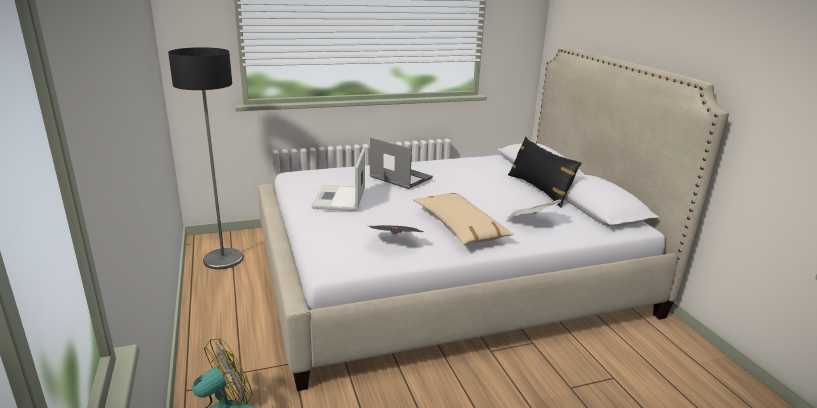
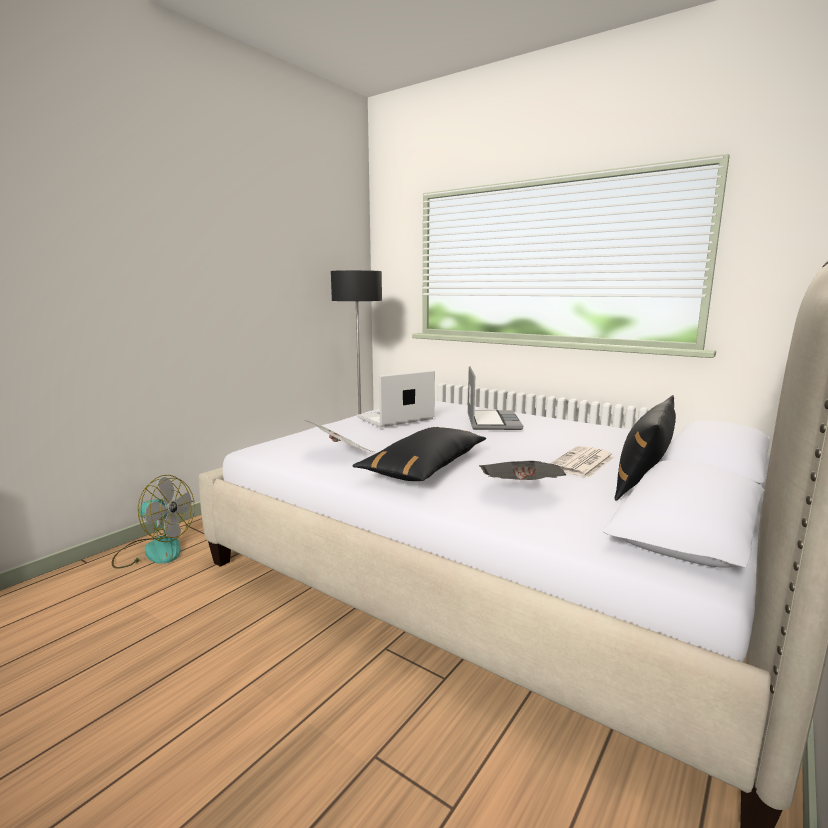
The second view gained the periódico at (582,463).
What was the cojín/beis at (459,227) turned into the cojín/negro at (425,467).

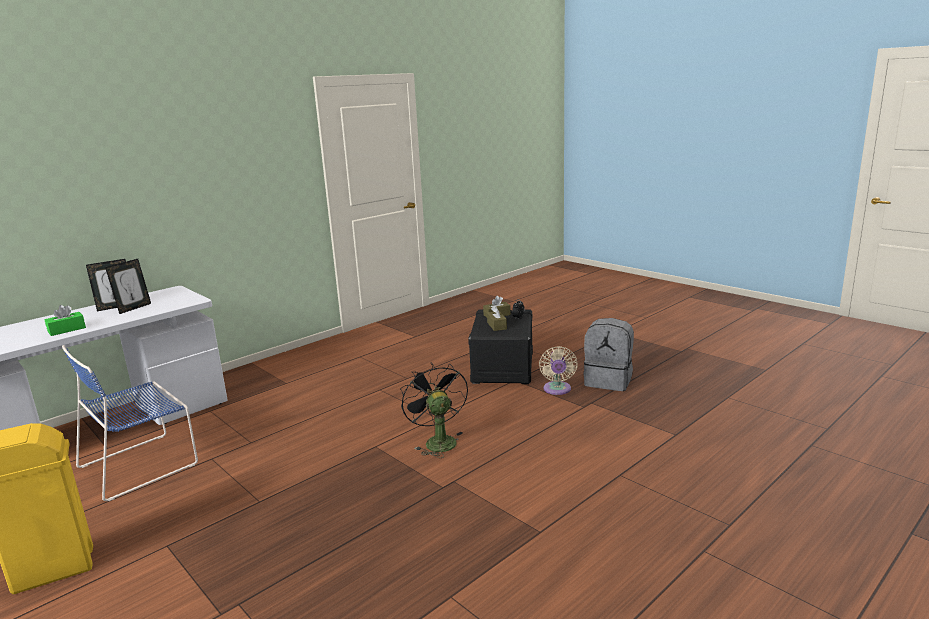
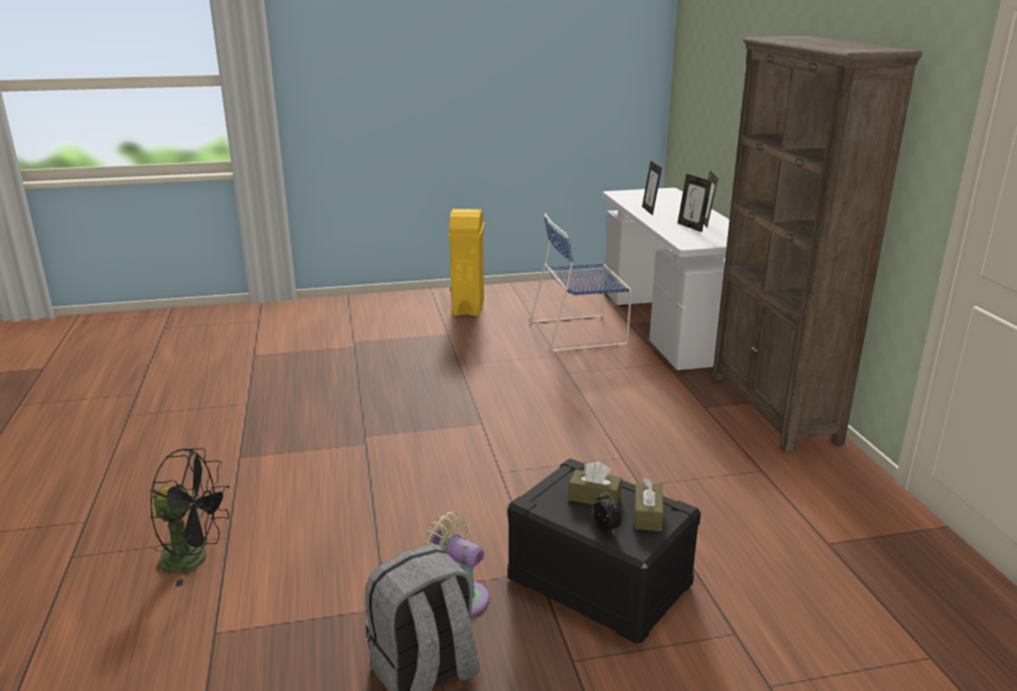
The second view gained the estantería/marrón at (773,409).
The ventilador/negro ended up elsewhere, having gone from (437,441) to (194,559).
Where the caja de pañuelos/verde stood at (67,330), the portarretratos came to stand at (650,210).
The silla/azul at (142,464) ended up facing another way, 90 degrees counterclockwise from before.

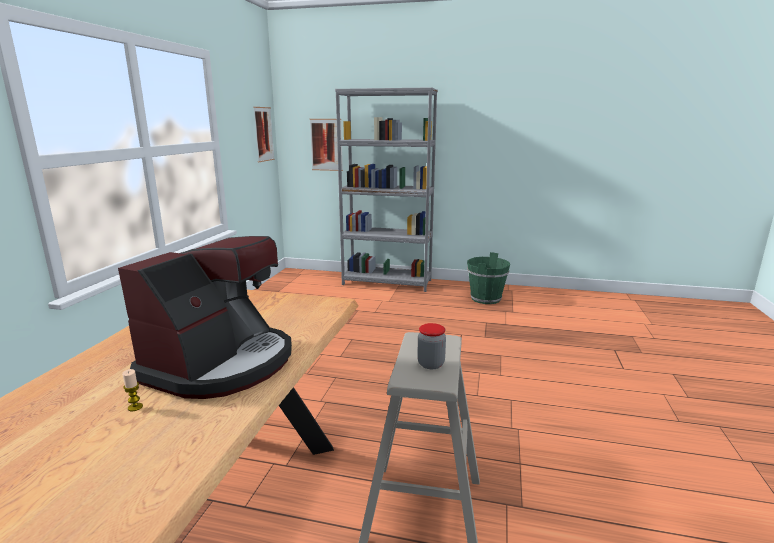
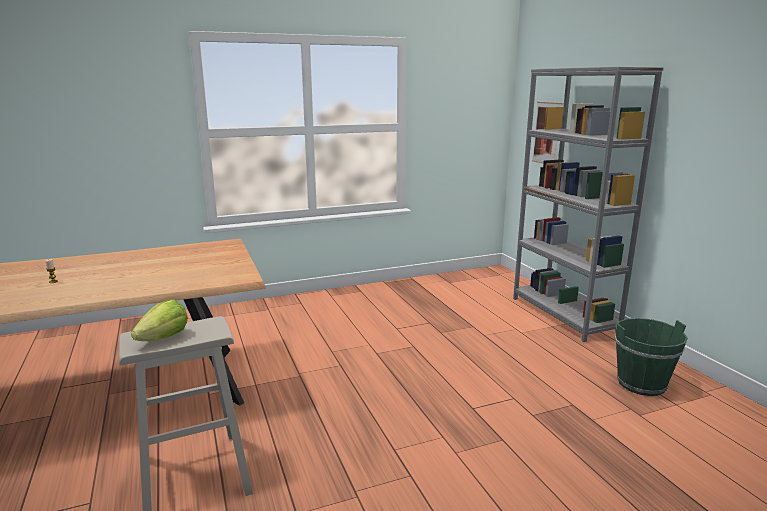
The second view lost the cafetera at (221,364).
The second view lost the cuadro at (263,134).
Where the tarro stood at (431,364), the lechuga came to stand at (164,338).

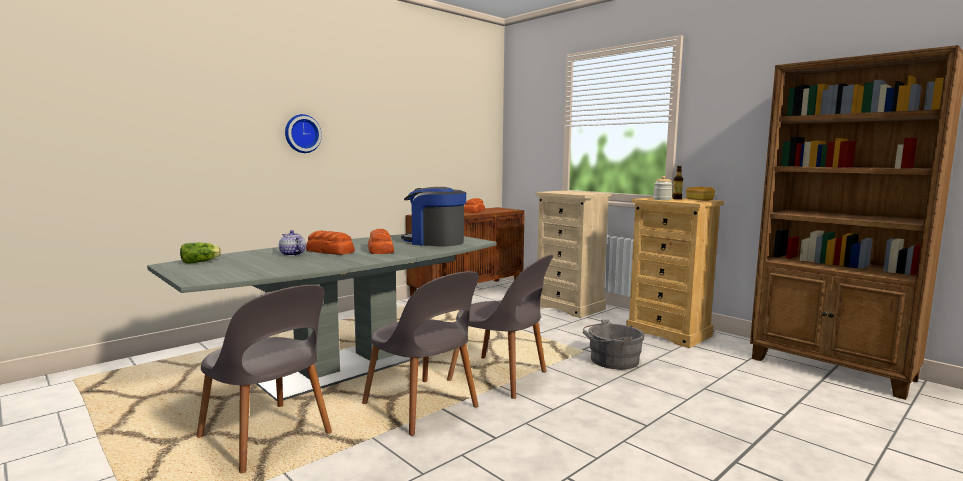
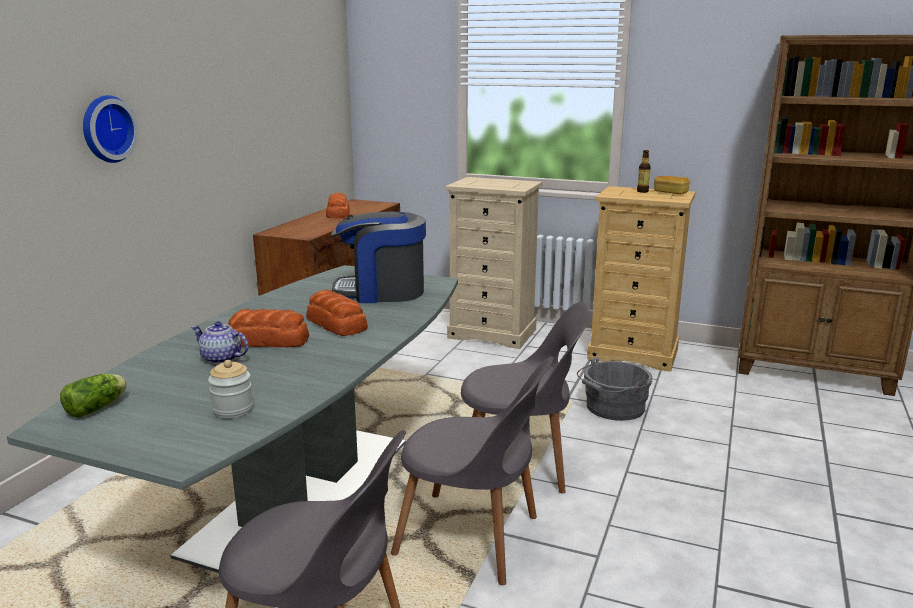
The tarro ended up elsewhere, having gone from (662,199) to (233,410).

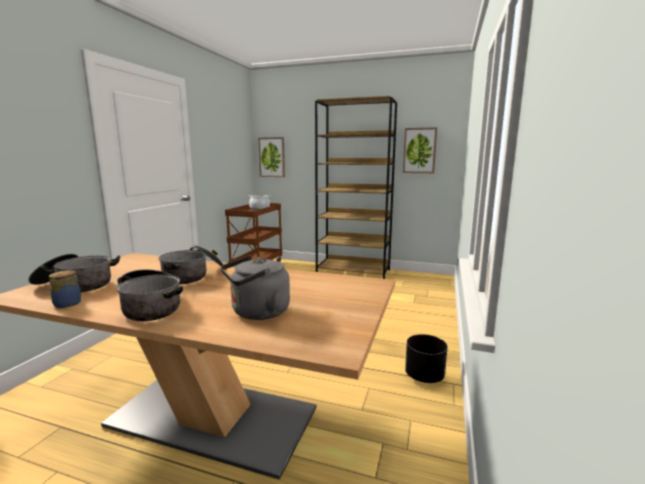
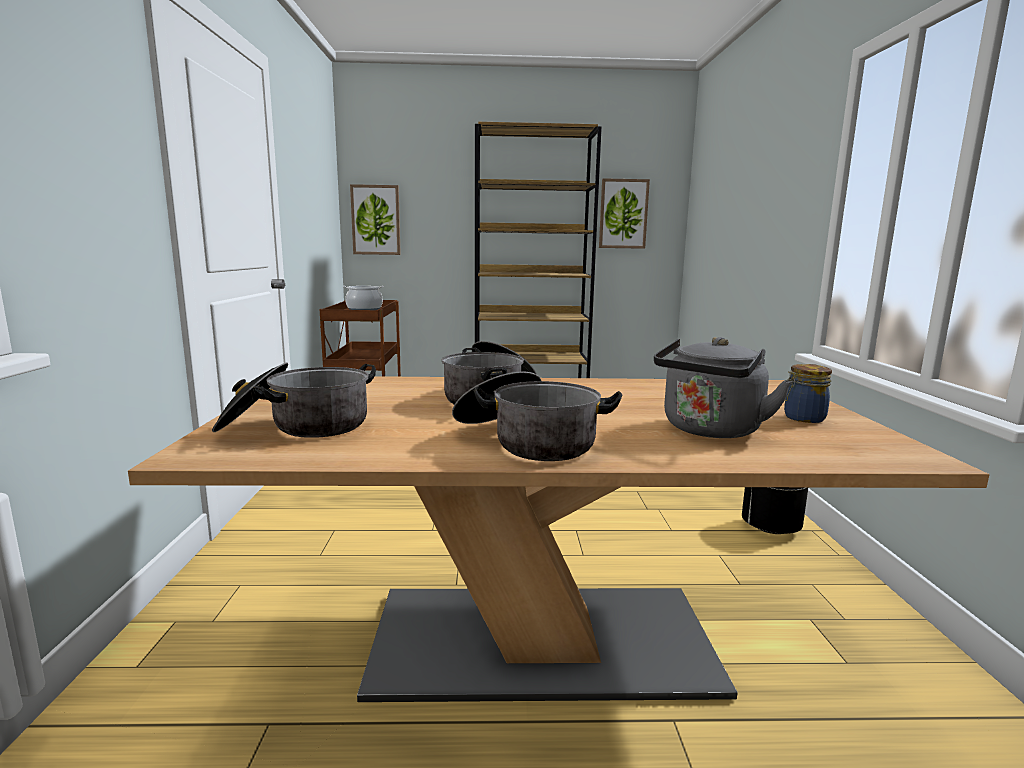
The tarro ended up elsewhere, having gone from (66,304) to (802,418).

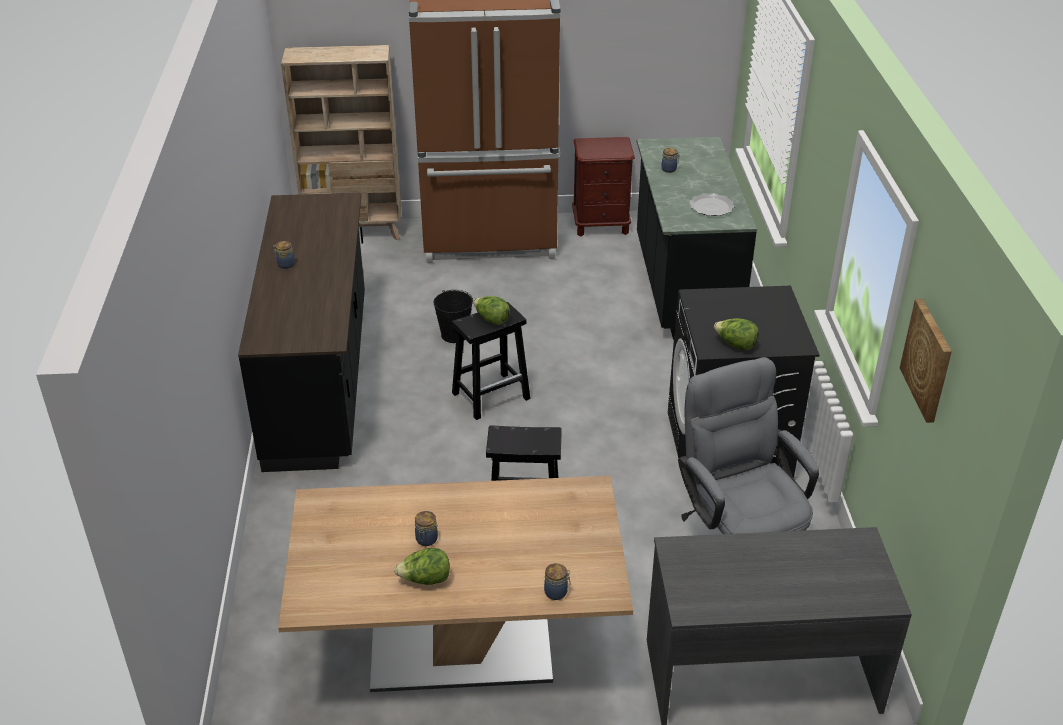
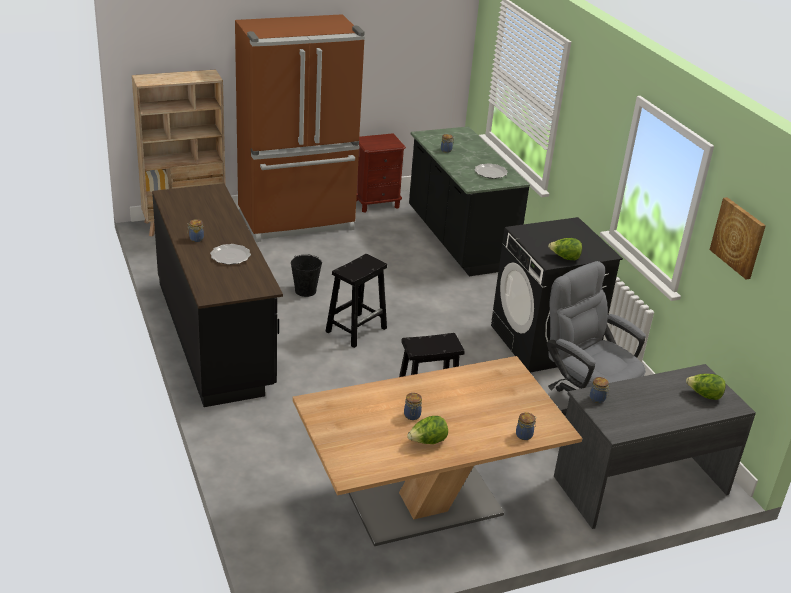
The second view gained the plato at (230,256).
The second view gained the tarro at (598,399).
The lechuga ended up elsewhere, having gone from (491,320) to (704,395).

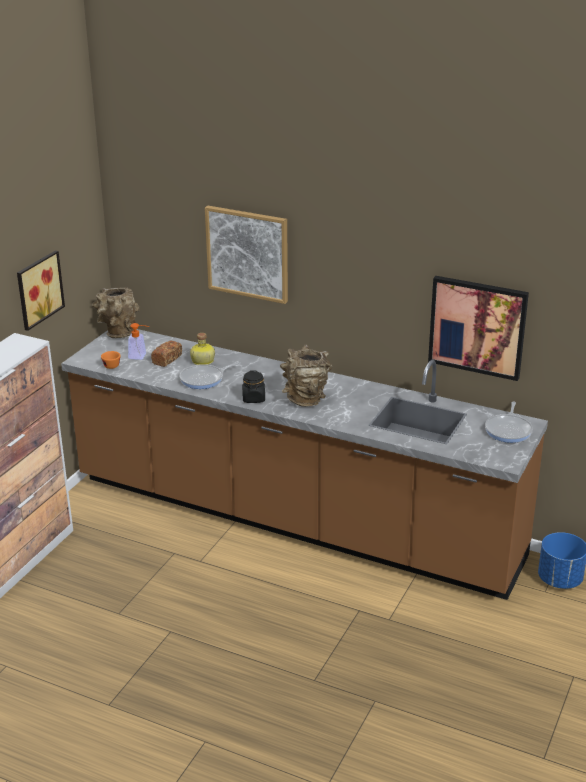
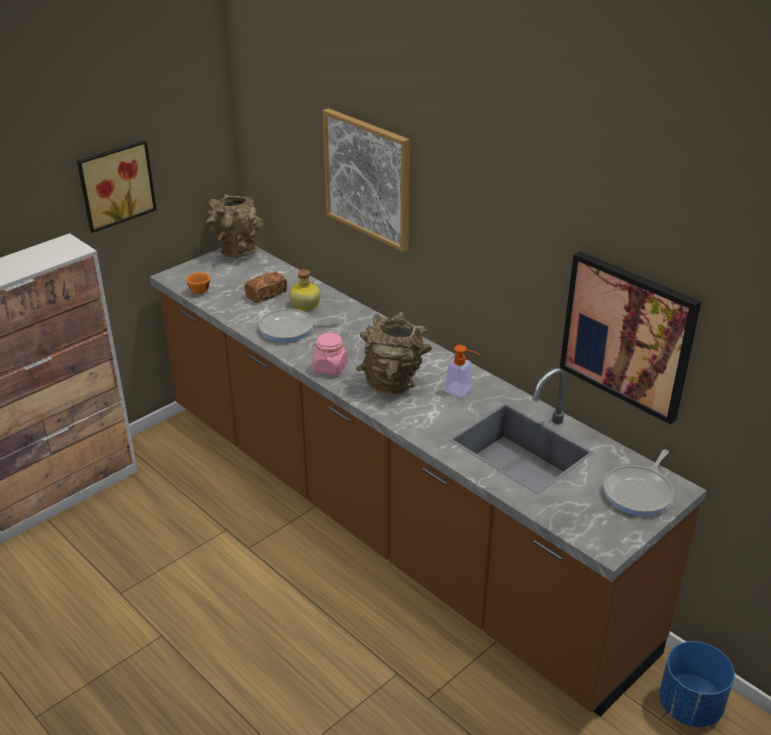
The dispensador de jabón ended up elsewhere, having gone from (140,356) to (462,391).
What was the tarro/negro at (253,398) turned into the tarro/rosa at (330,368).

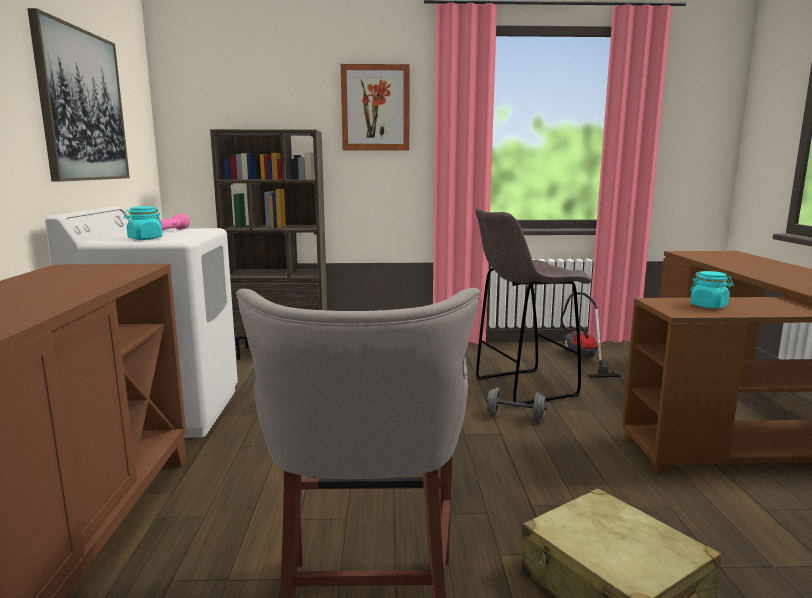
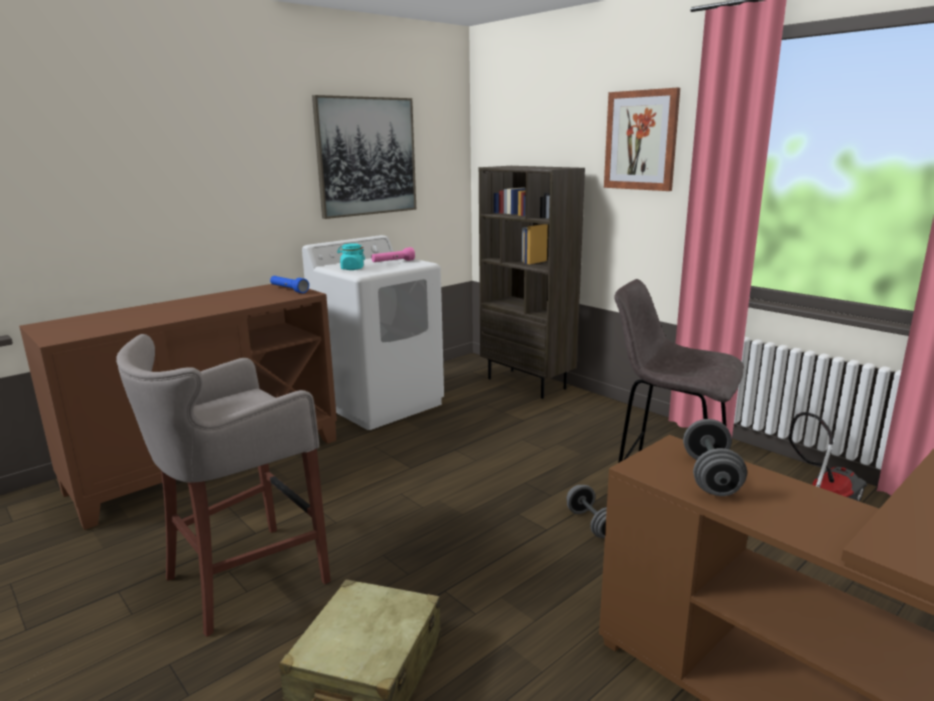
The second view gained the linterna/azul at (289,290).
Where the tarro/turquesa stood at (709,306), the mancuerna/gris came to stand at (710,476).

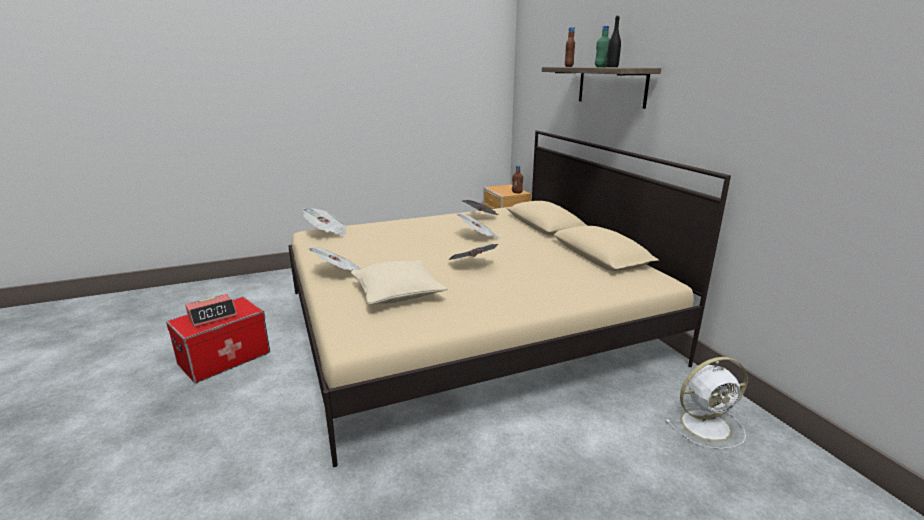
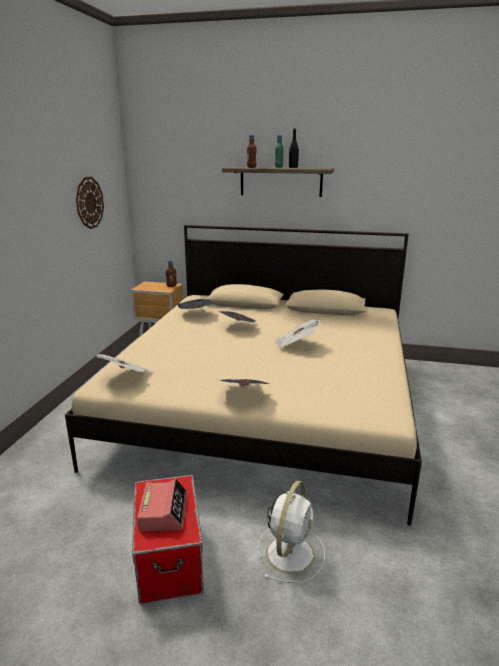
The second view lost the cojín/beis at (398,293).
The second view gained the reloj de pared at (89,202).
The ventilador/blanco ended up elsewhere, having gone from (707,425) to (290,552).

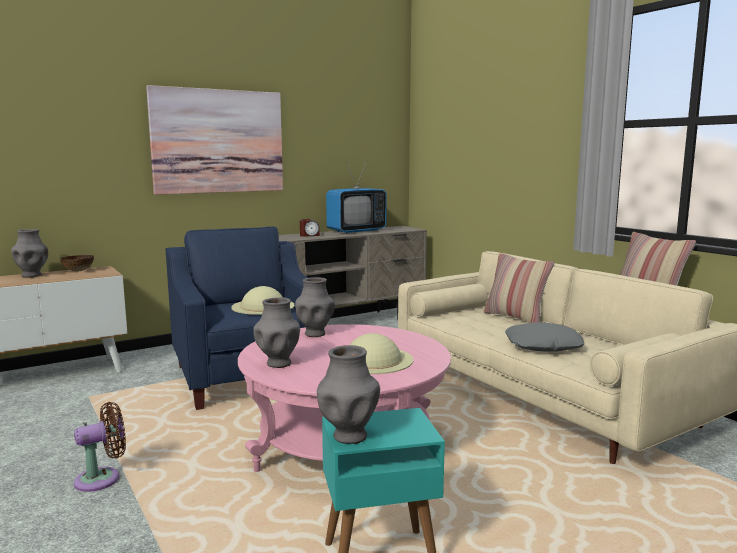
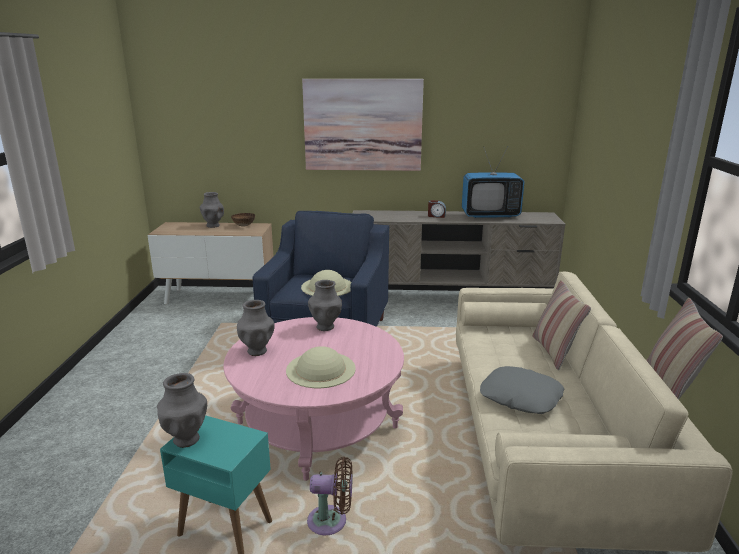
The ventilador/marrón ended up elsewhere, having gone from (102,478) to (331,521).

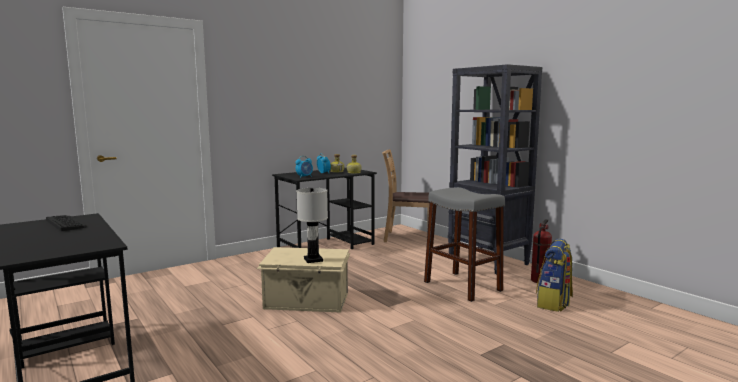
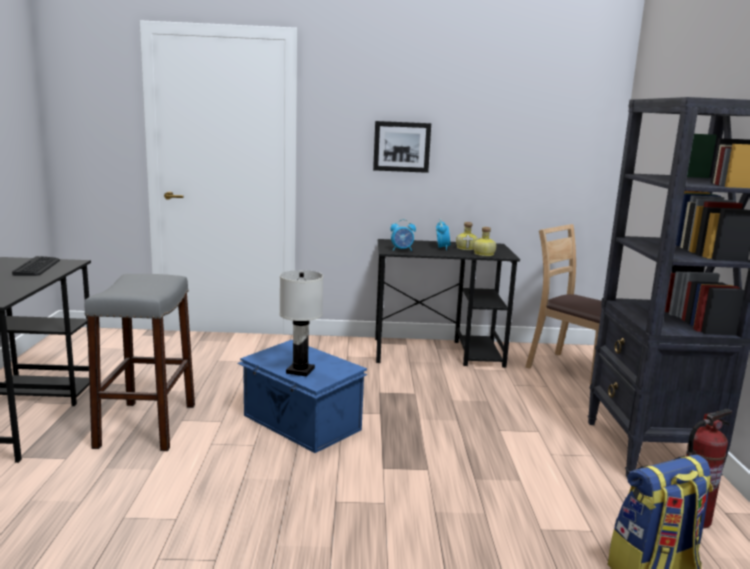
The second view gained the cuadro at (401,146).
The taburete/gris ended up elsewhere, having gone from (462,286) to (146,425).
What was the caja de almacenaje/beis at (307,301) turned into the caja de almacenaje/azul at (301,423).

